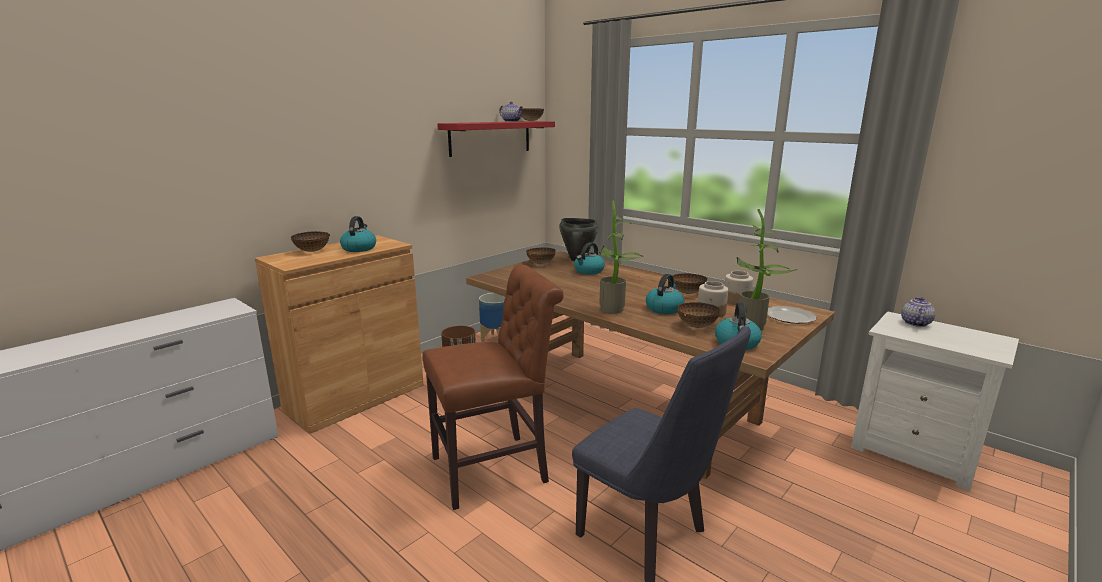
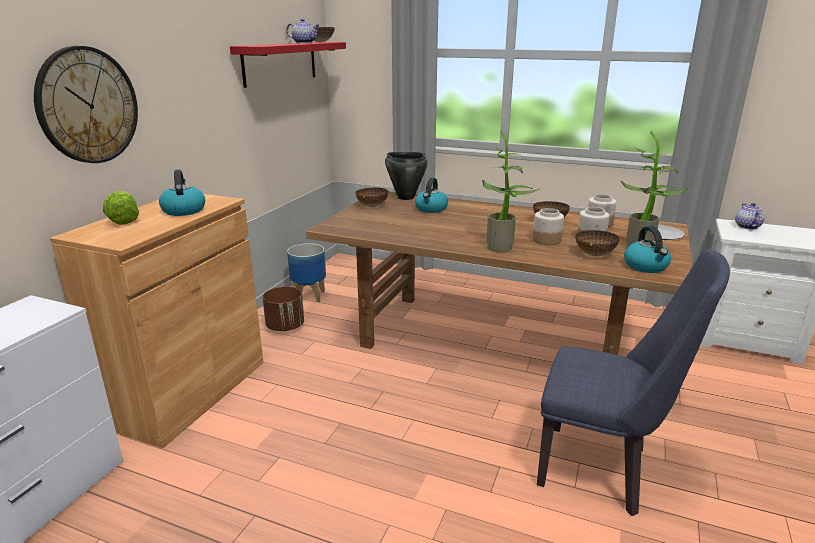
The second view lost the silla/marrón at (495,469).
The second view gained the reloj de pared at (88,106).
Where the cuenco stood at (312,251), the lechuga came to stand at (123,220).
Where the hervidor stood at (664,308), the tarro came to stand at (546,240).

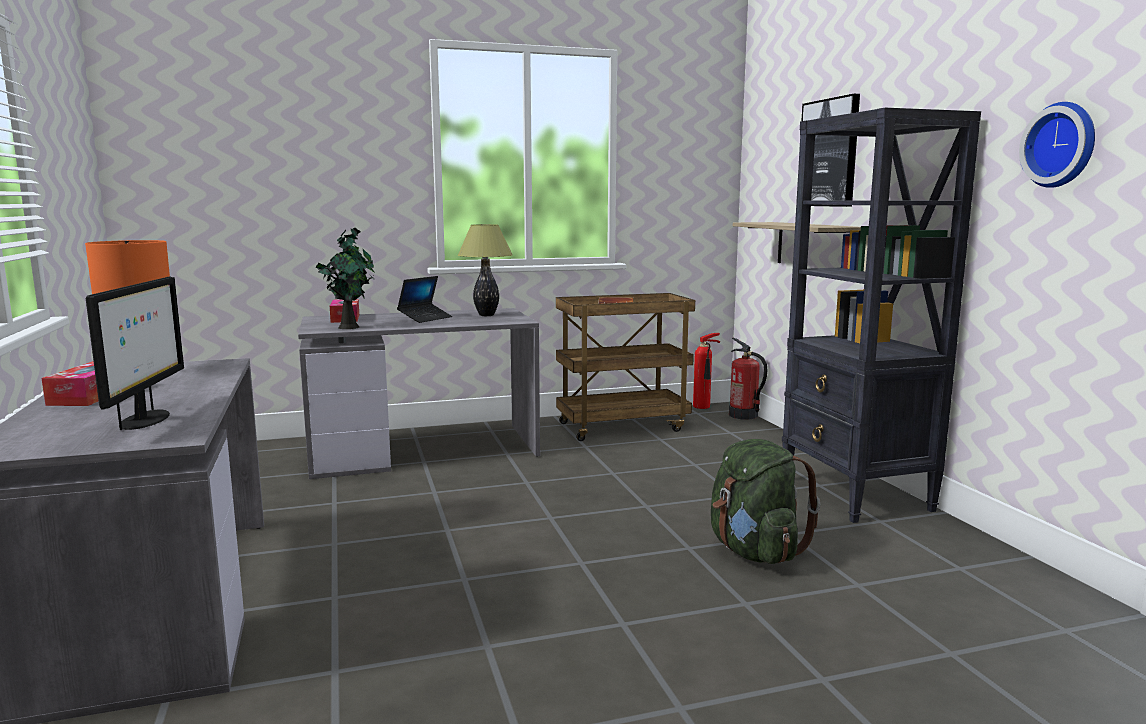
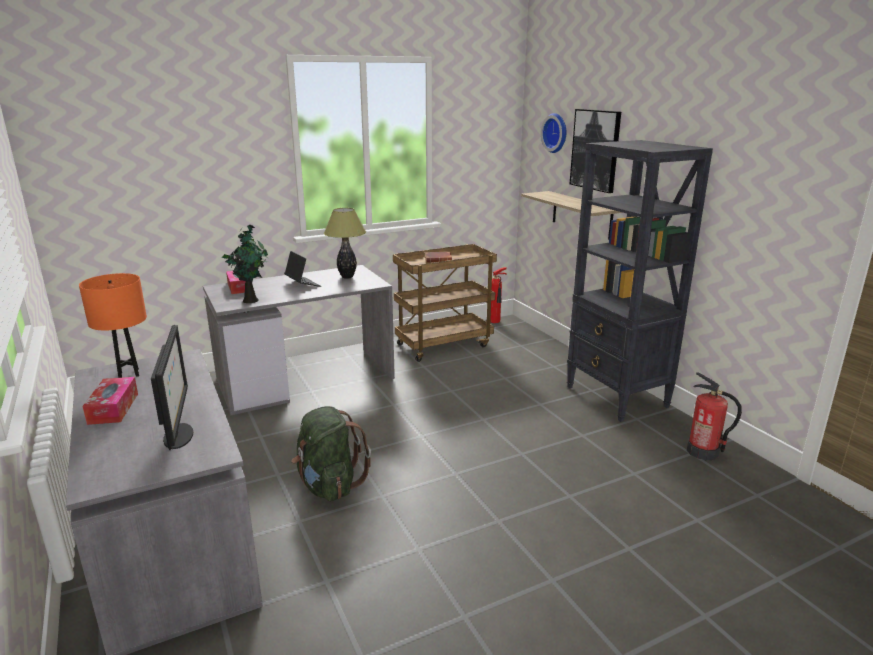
The mochila/verde ended up elsewhere, having gone from (754,552) to (329,485).
The extintor ended up elsewhere, having gone from (743,415) to (703,452).
The reloj de pared ended up elsewhere, having gone from (1062,145) to (556,133).
The portátil at (425,318) ended up facing another way, 60 degrees counterclockwise from before.

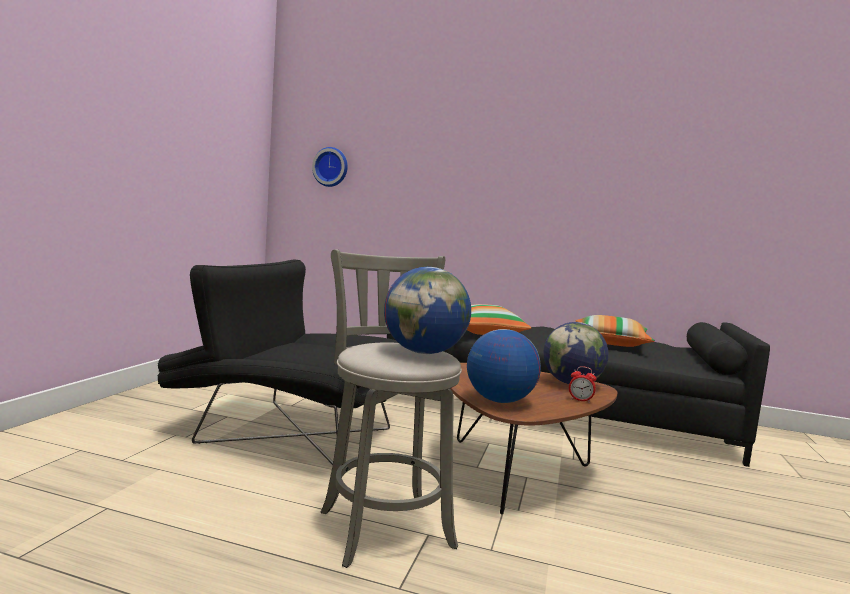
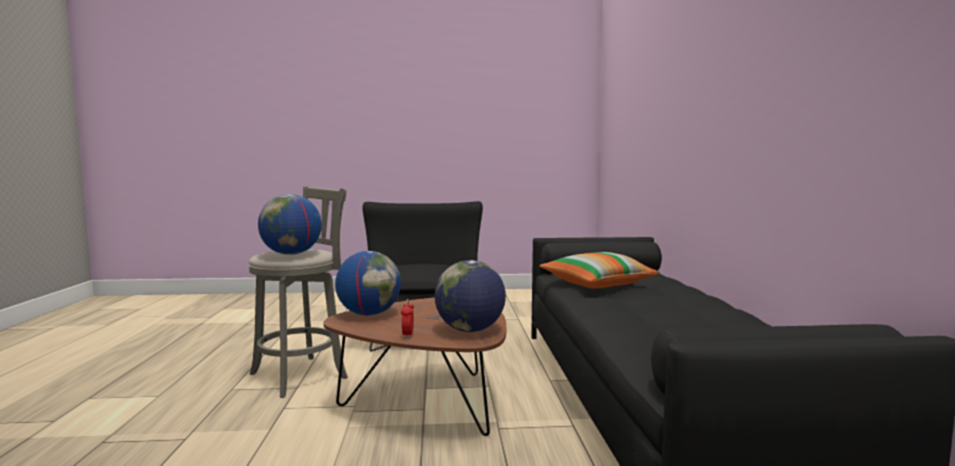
The second view lost the reloj de pared at (331,167).
The second view lost the cojín at (610,343).

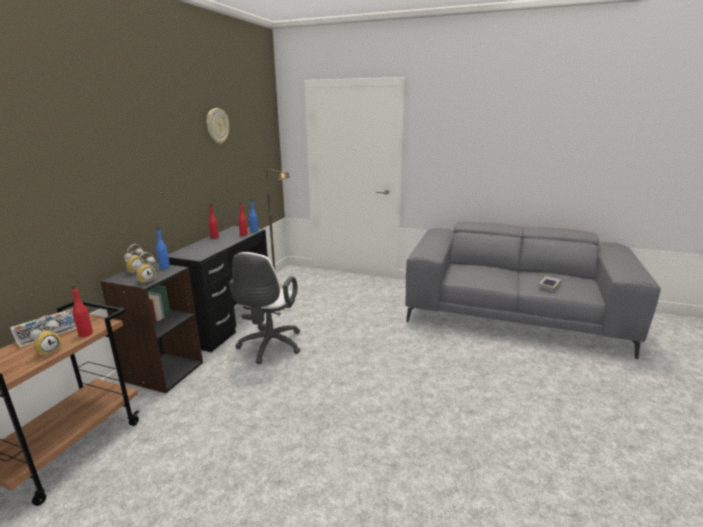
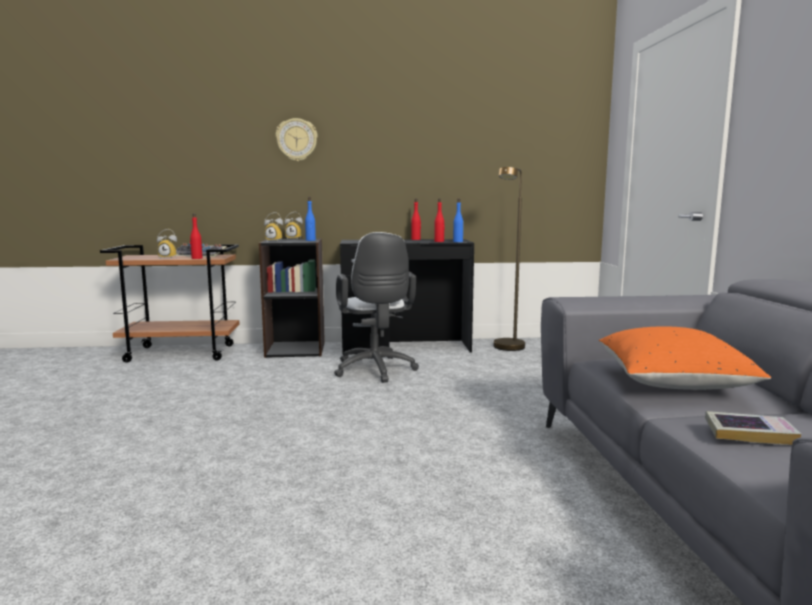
The second view gained the cojín/naranja at (672,383).
The reloj de pared ended up elsewhere, having gone from (217,126) to (296,140).
The silla de oficina/blanco at (269,347) ended up facing another way, 90 degrees counterclockwise from before.

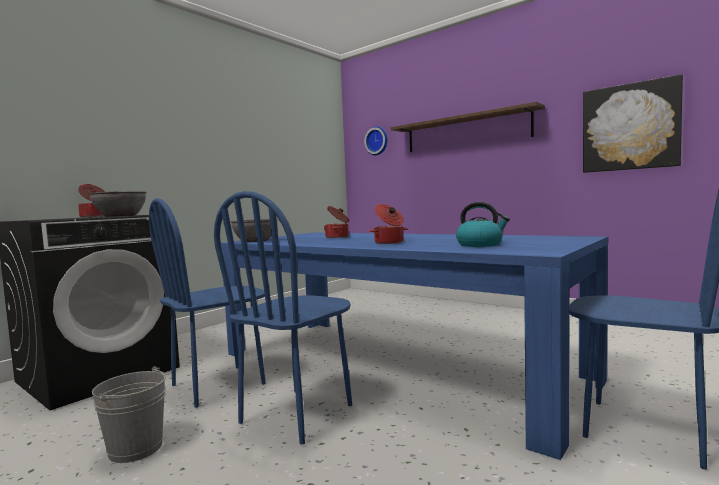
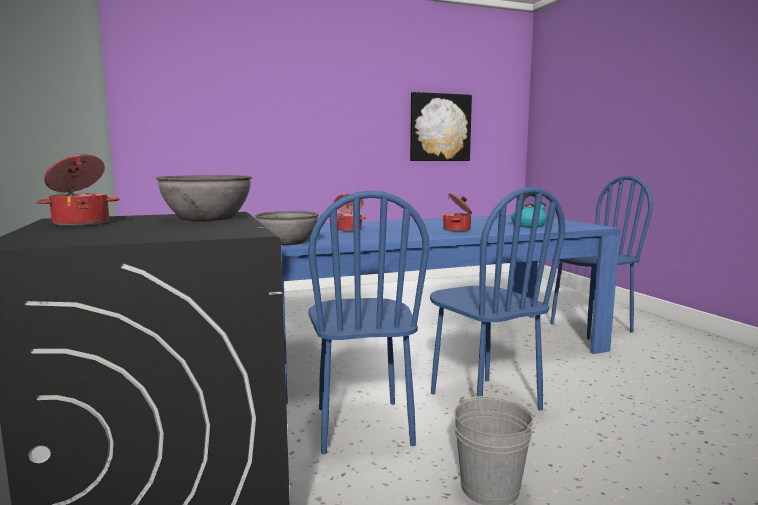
The second view lost the reloj de pared at (377,141).
The second view lost the estante at (466,131).

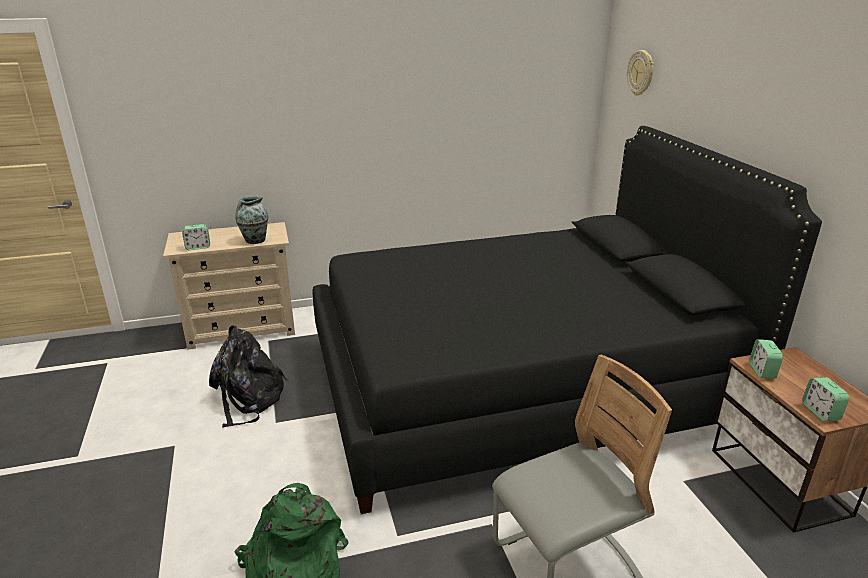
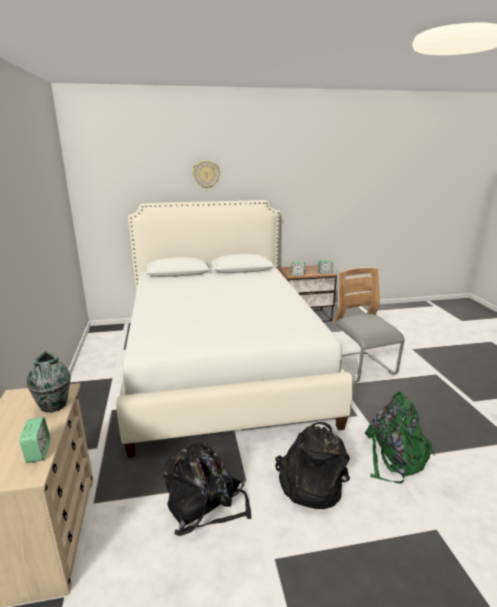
The second view gained the mochila/negro at (309,483).
The reloj de pared ended up elsewhere, having gone from (641,73) to (206,174).
What was the cama/negro at (517,384) turned into the cama/blanco at (221,364).

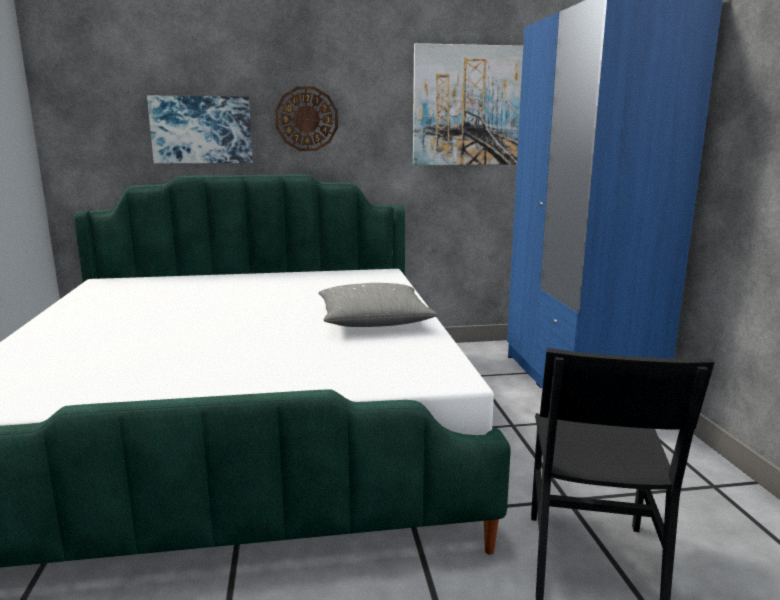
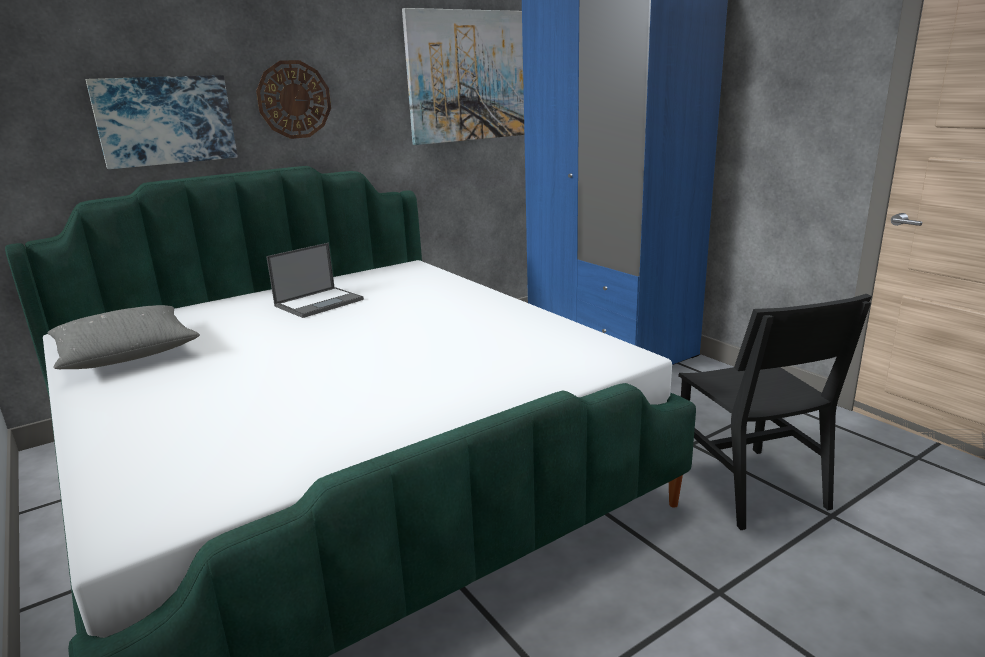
The second view gained the portátil at (320,302).
The cojín/gris ended up elsewhere, having gone from (373,320) to (126,353).

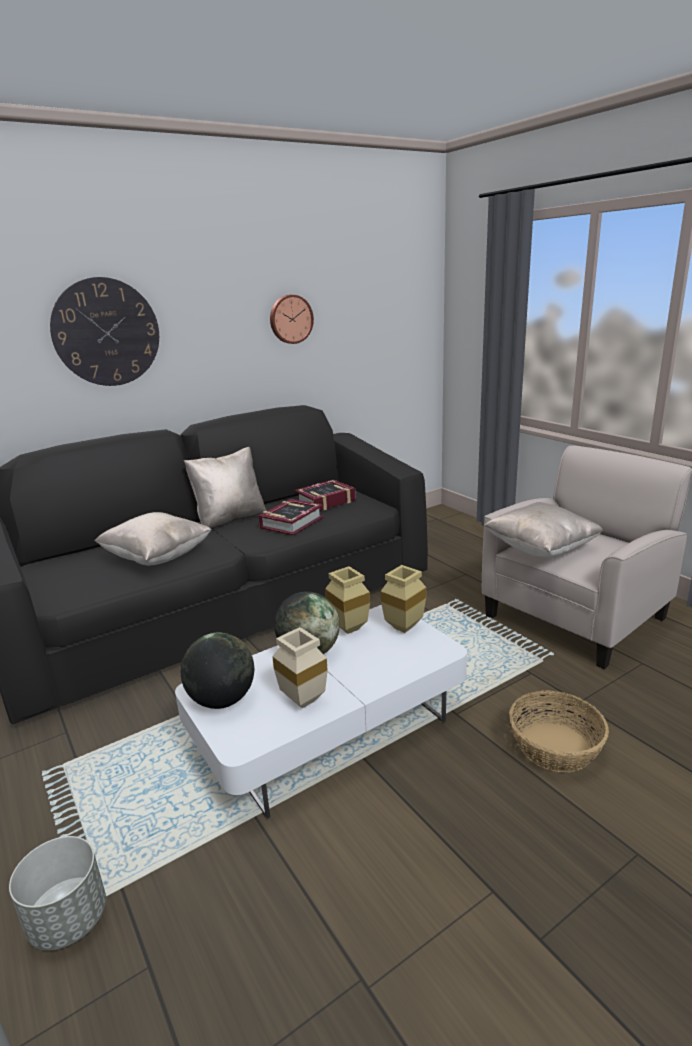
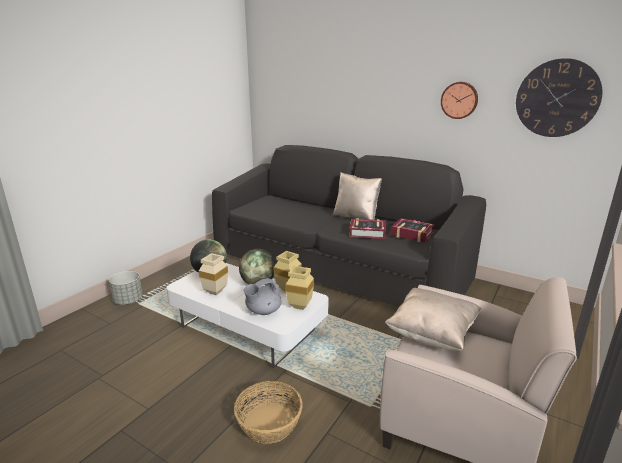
The second view lost the cojín/beis at (157,558).
The second view gained the tetera/gris at (263,311).
The reloj de pared ended up elsewhere, having gone from (106,332) to (557,98).

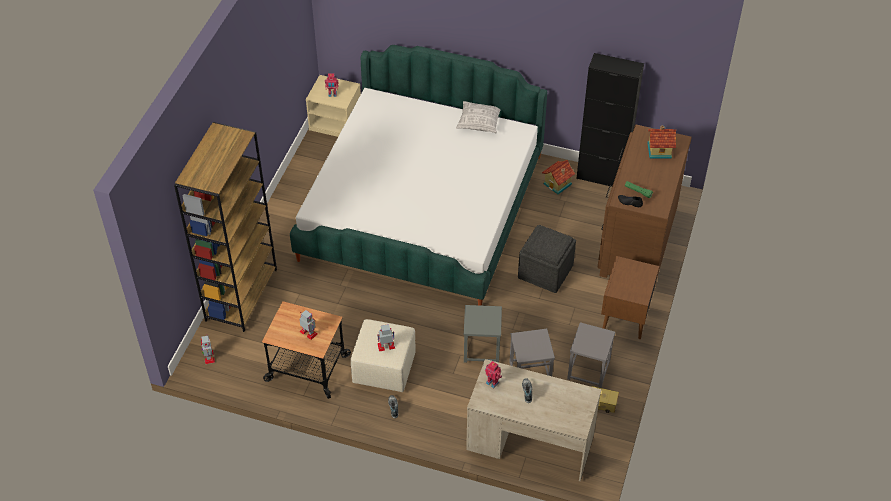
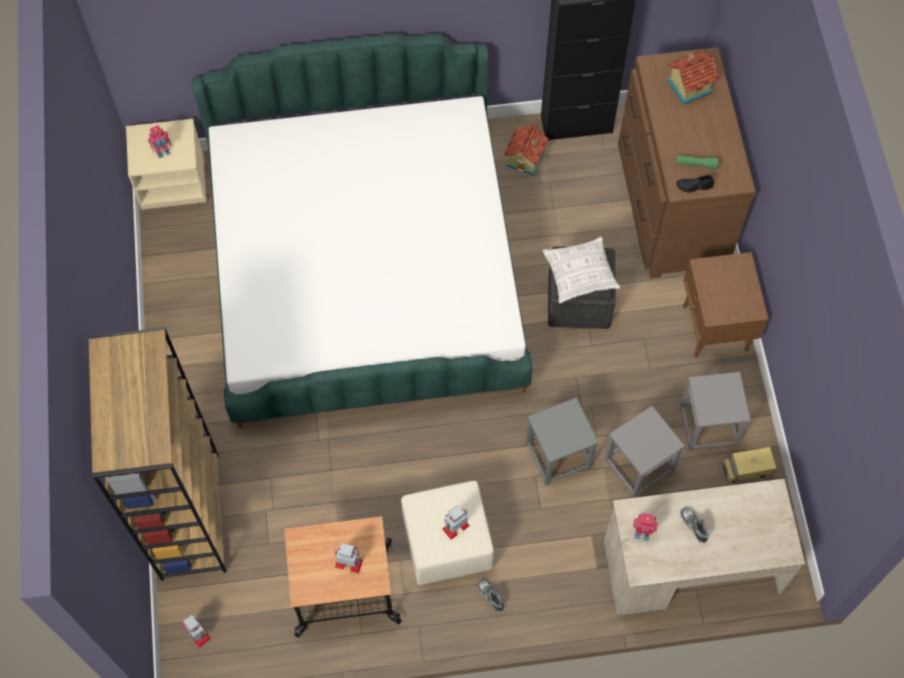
The cojín ended up elsewhere, having gone from (479,122) to (580,274).

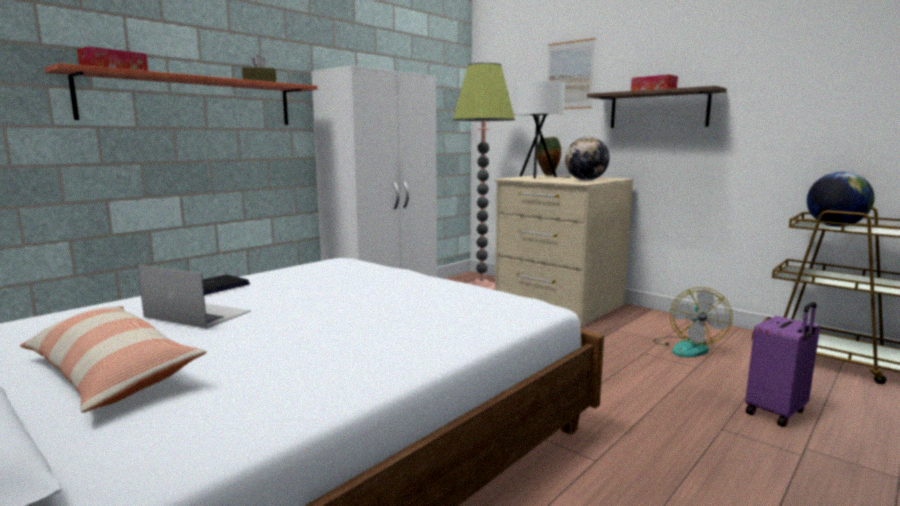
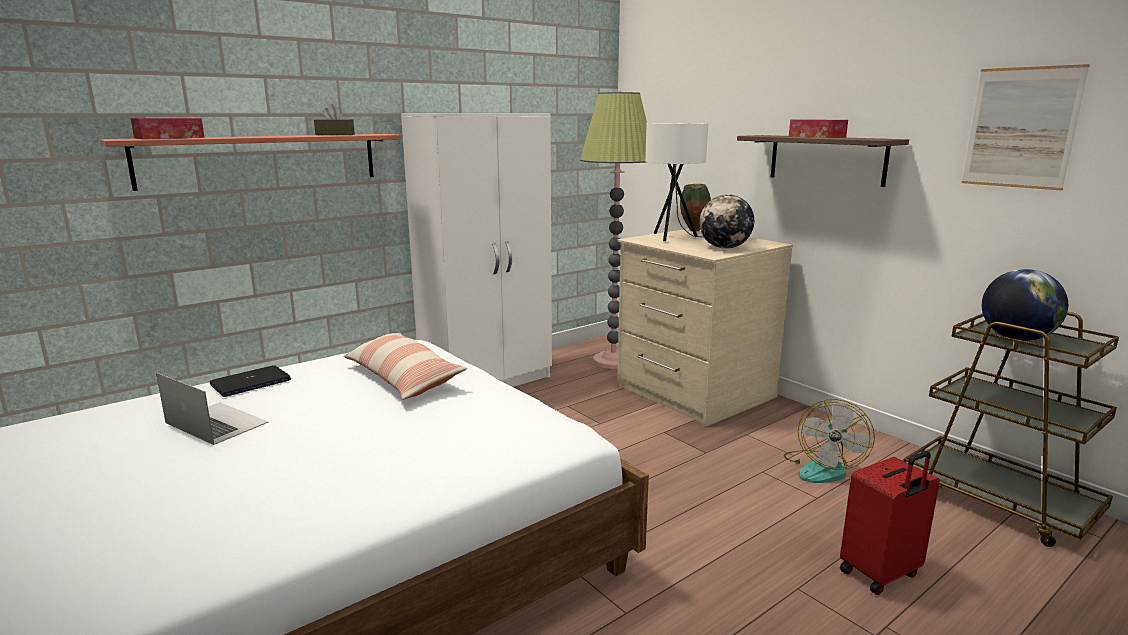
The cojín ended up elsewhere, having gone from (110,373) to (403,378).
The cuadro ended up elsewhere, having gone from (569,75) to (1021,128).
What was the maleta/morado at (777,413) turned into the maleta/rojo at (881,574).

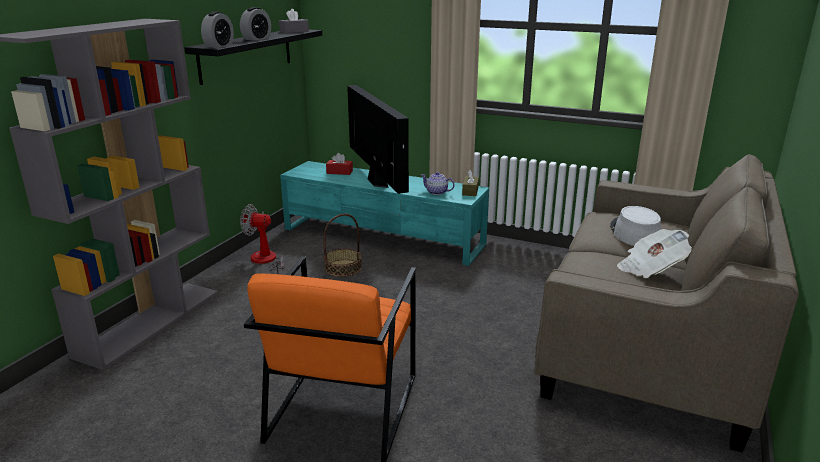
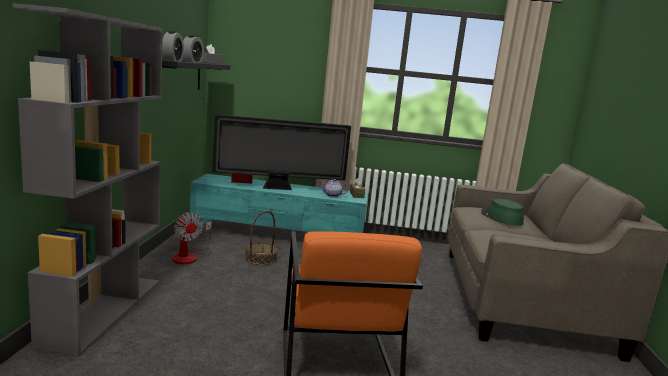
The second view lost the periódico at (650,268).
What was the sombrero/gris at (634,233) turned into the sombrero/verde at (501,217).
The ventilador at (266,262) ended up facing another way, 120 degrees counterclockwise from before.
The televisor at (377,182) ended up facing another way, 120 degrees clockwise from before.

